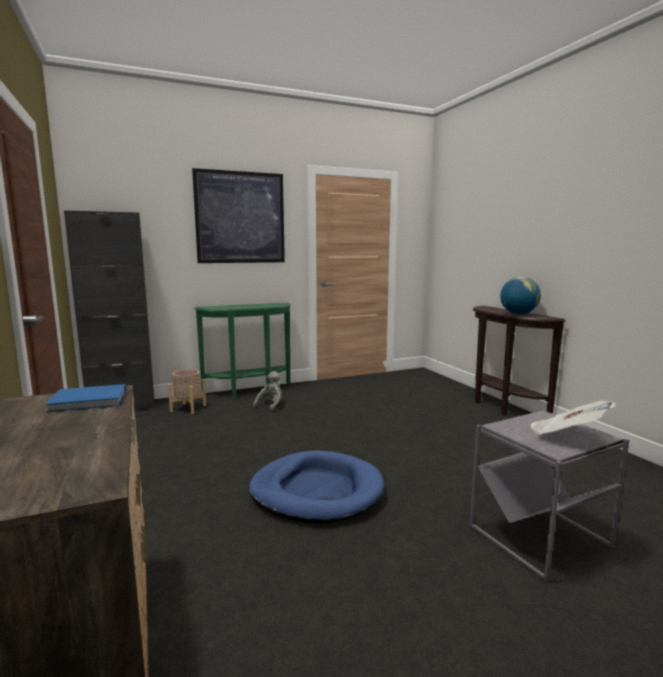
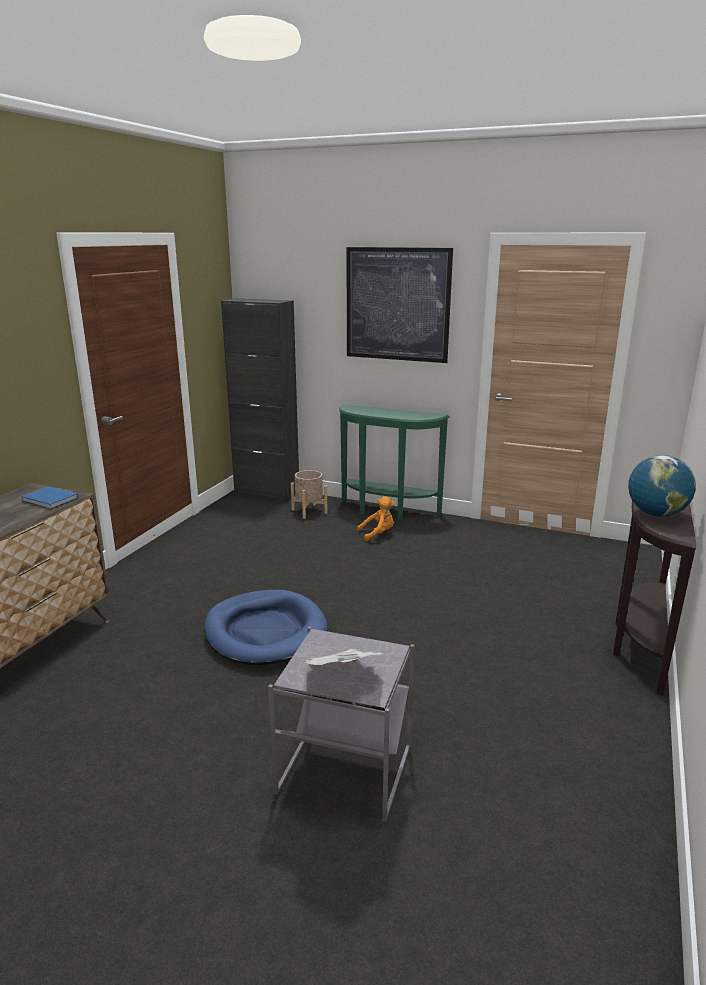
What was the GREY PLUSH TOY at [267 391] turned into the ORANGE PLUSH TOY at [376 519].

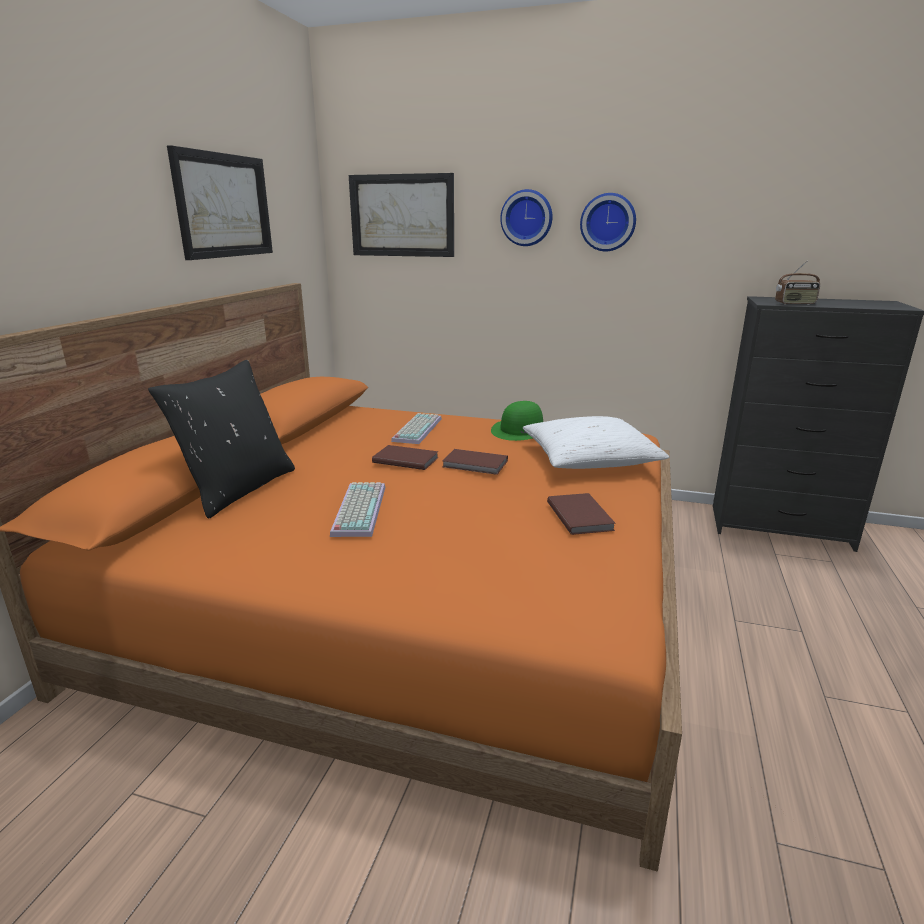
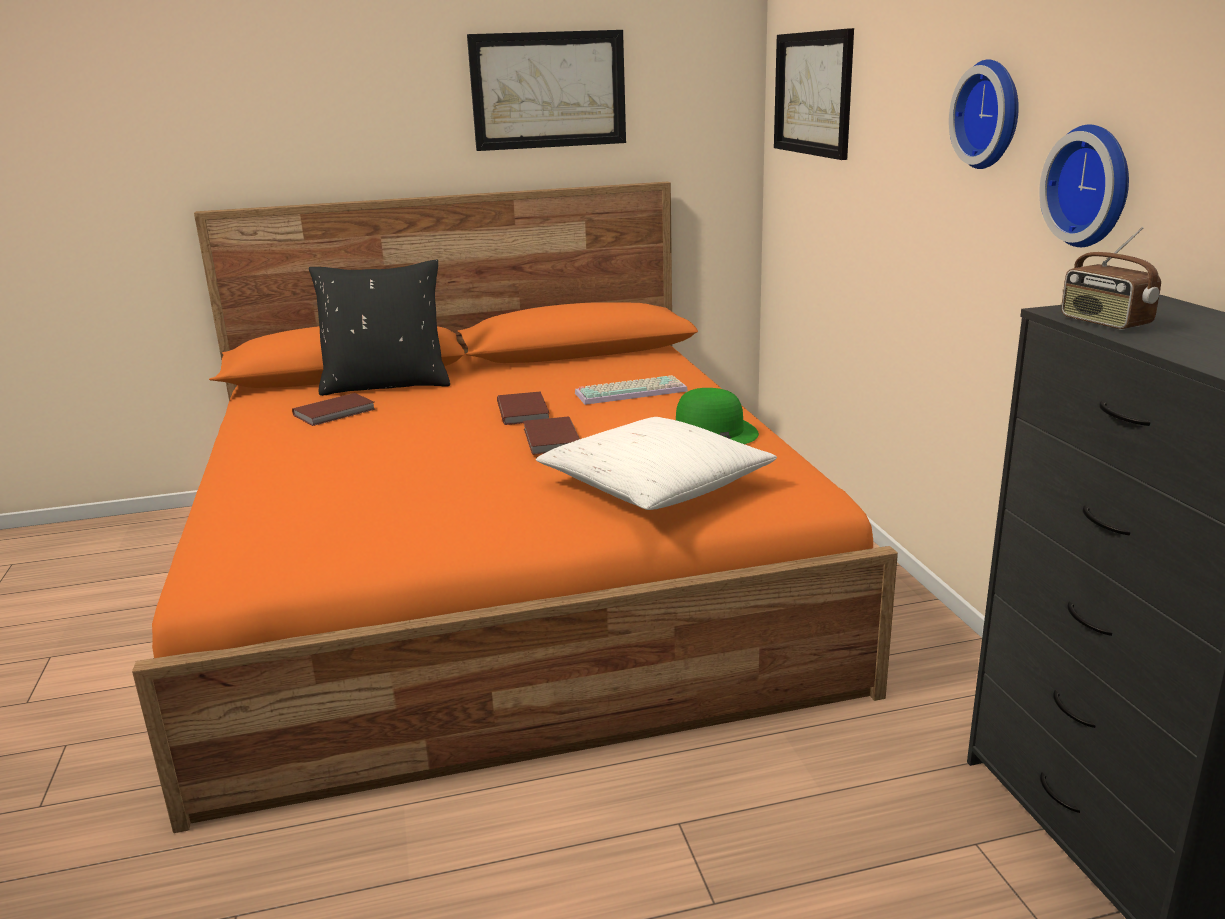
The BROWN BOOK ended up elsewhere, having gone from [581 514] to [333 409].
The WALL CLOCK ended up elsewhere, having gone from [526 217] to [1084 185].
The second view lost the KEYBOARD at [357 509].

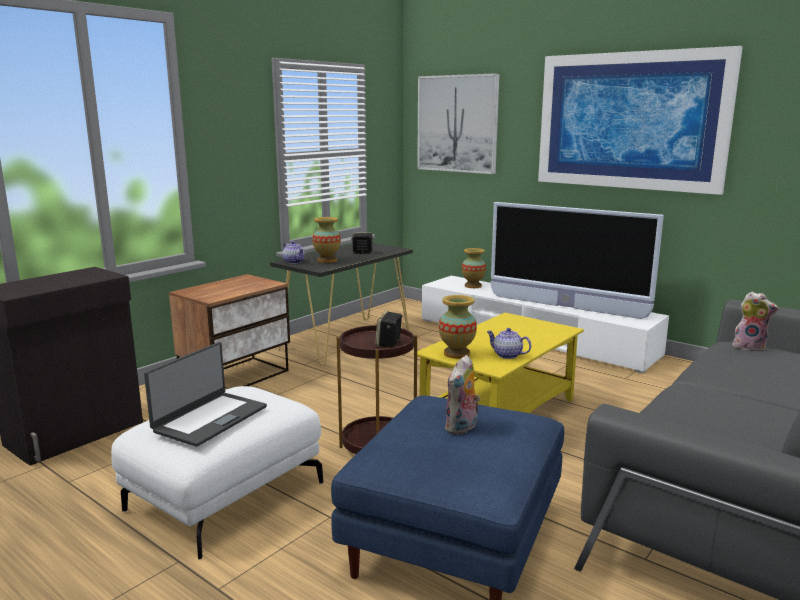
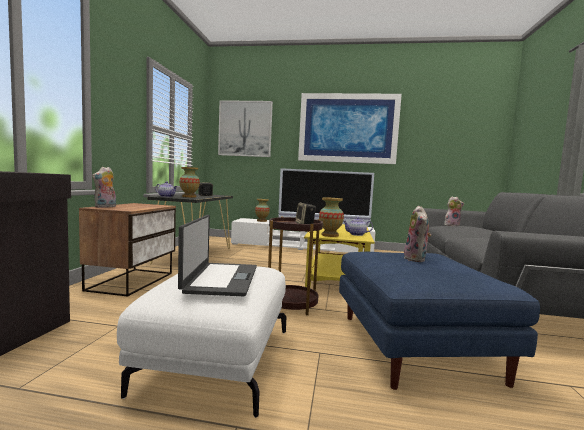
The second view gained the PLUSH TOY at [104 187].

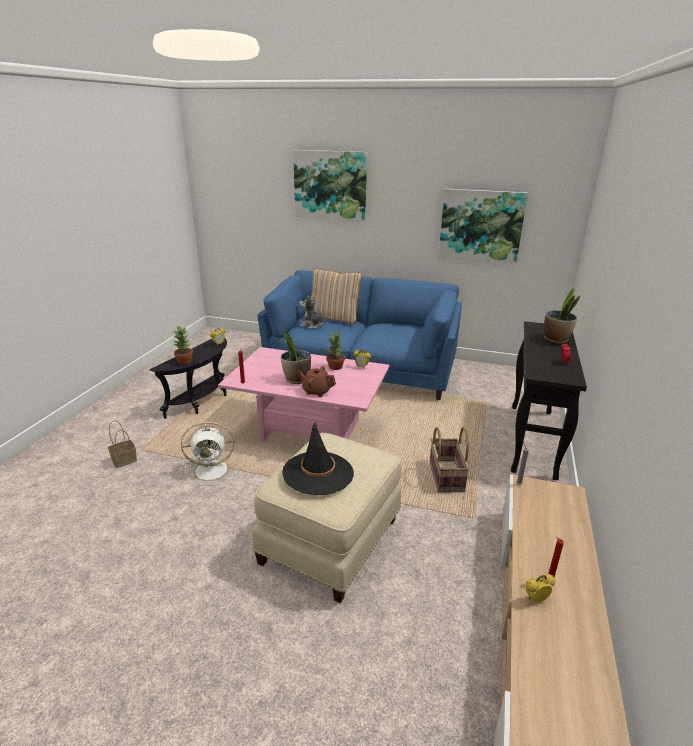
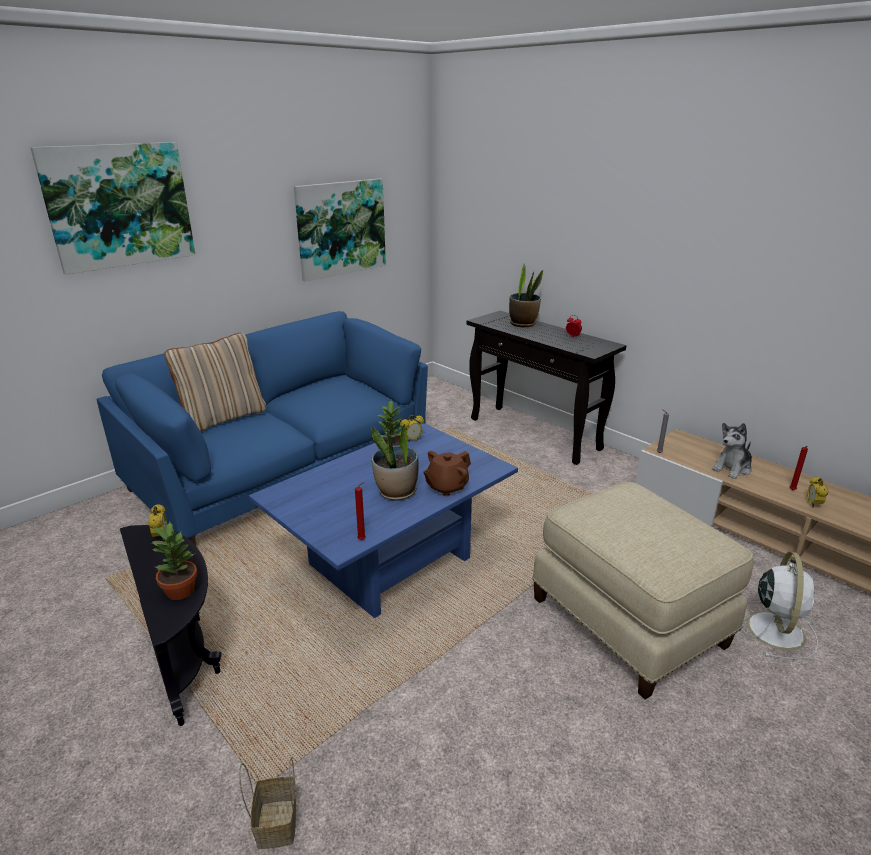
What was the PINK COFFEE TABLE at [303 394] turned into the BLUE COFFEE TABLE at [383 520].
The PLUSH TOY ended up elsewhere, having gone from [313 312] to [732 451].
The WHITE FAN ended up elsewhere, having gone from [209 453] to [779 605].
The second view lost the BLACK HAT at [318 458].
The second view lost the BASKET at [449 459].

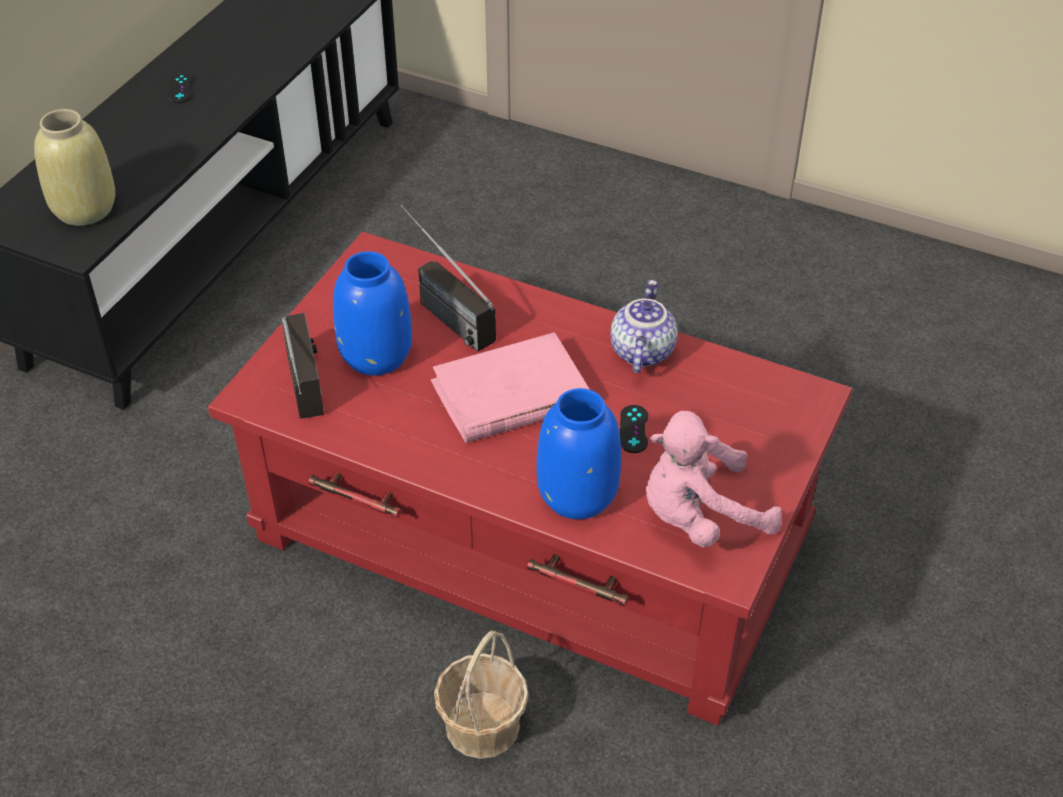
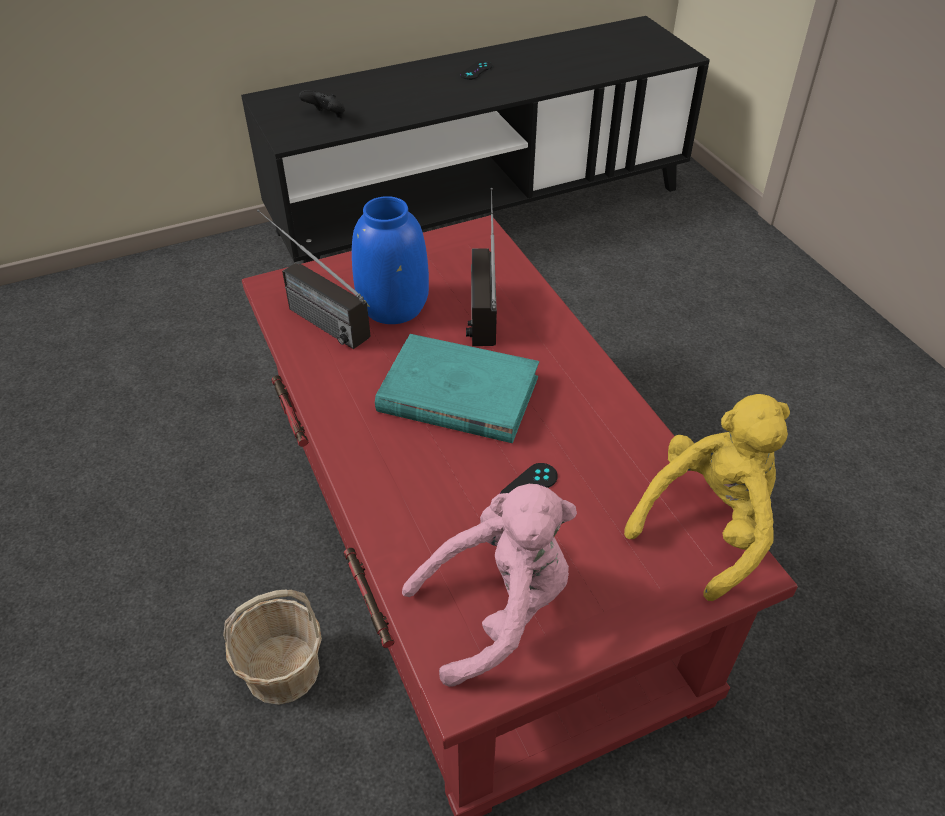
The RADIO at [302 365] ended up facing another way, 105 degrees clockwise from before.
Where the BEIGE VASE stood at [74 167], the BLACK GAME CONTROLLER came to stand at [322 104].
What was the PINK BOOK at [510 387] turned into the TURQUOISE BOOK at [457 388].
The PINK PLUSH TOY at [714 479] ended up facing another way, 135 degrees clockwise from before.
The second view gained the YELLOW PLUSH TOY at [707 497].
The second view lost the BLUE VASE at [579 453].
The second view lost the TEAPOT at [644 326].

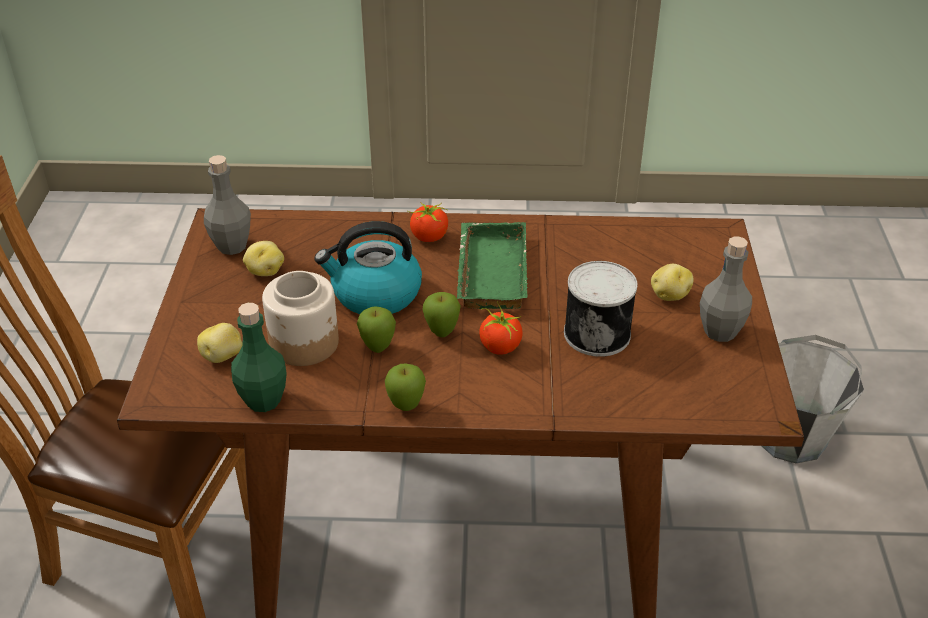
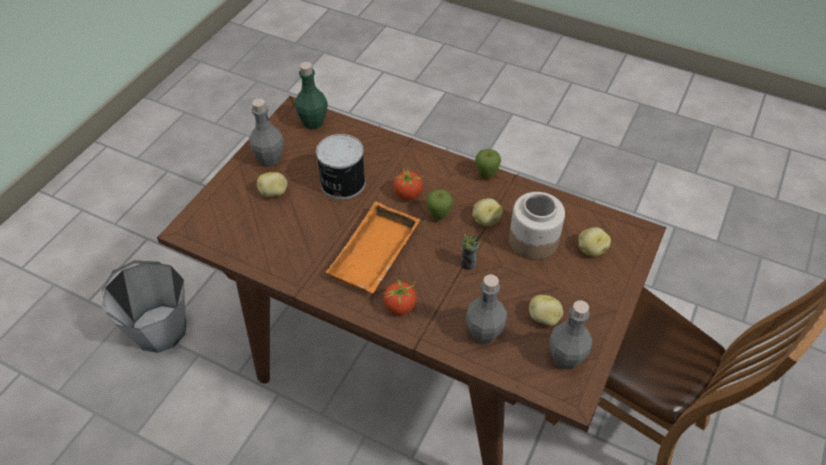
The GREEN BOTTLE ended up elsewhere, having gone from [259 357] to [311 95].
What was the GREEN TRAY at [492 265] turned into the ORANGE TRAY at [373 247].
Where the KETTLE stood at [368 267], the CUP came to stand at [470 251].
The second view gained the GREY BOTTLE at [486 309].
Where the APPLE stood at [376 329], the POTATO came to stand at [487 212].

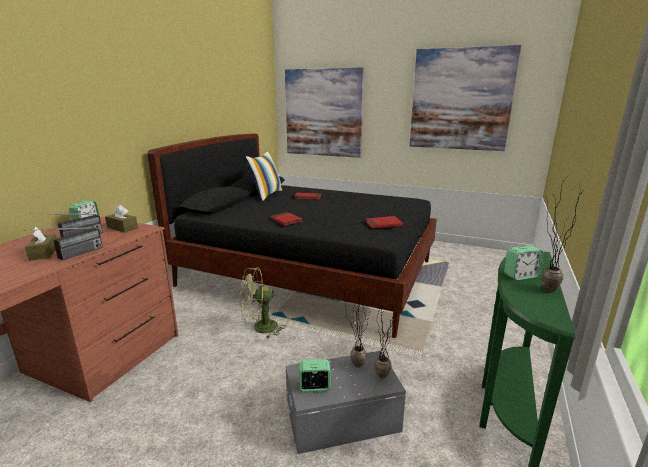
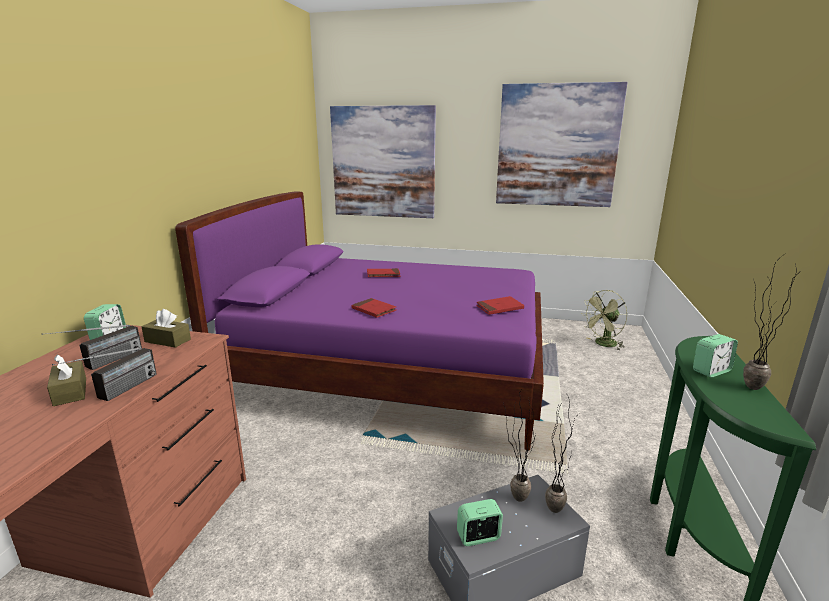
What was the BLACK BED at [292 235] turned into the PURPLE BED at [359 321].
The GREEN FAN ended up elsewhere, having gone from [263 303] to [604 320].
The second view lost the PILLOW at [264 175].

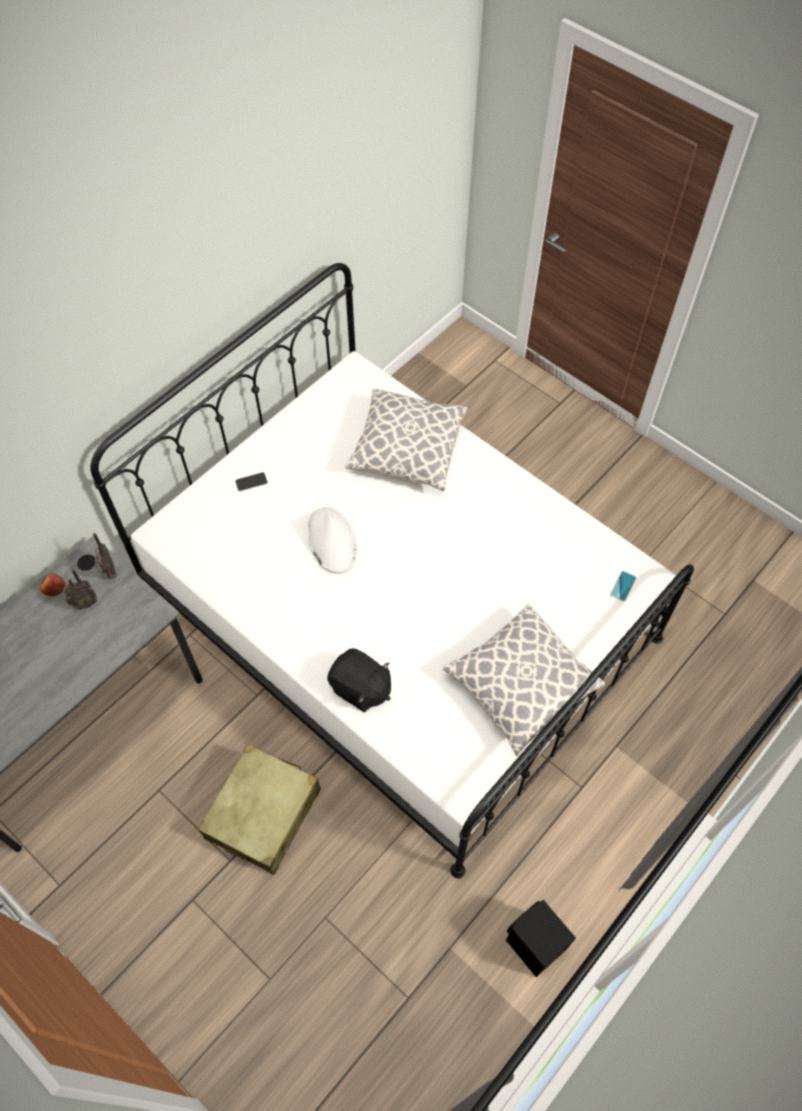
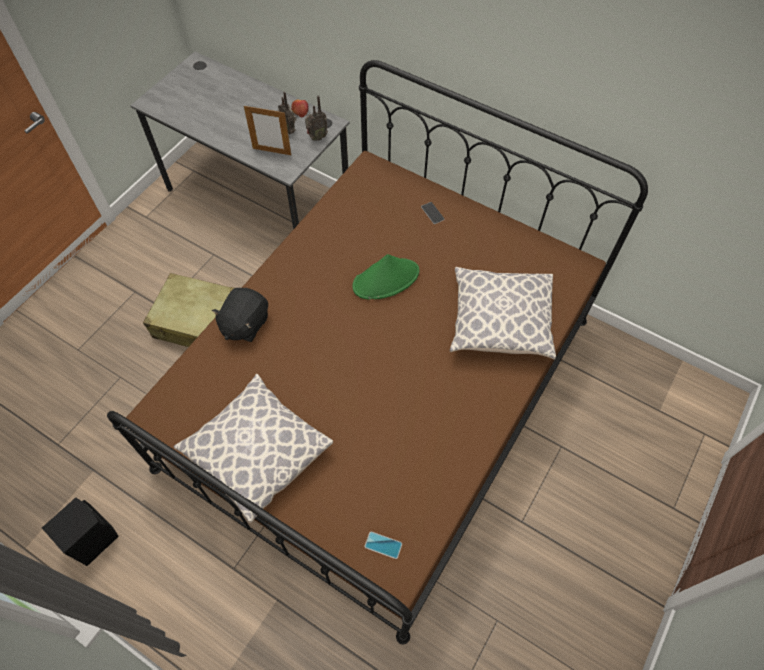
What was the WHITE BED at [392 570] turned into the BROWN BED at [377 352].
The second view gained the PICTURE FRAME at [267 130].
What was the WHITE HAT at [332 540] turned into the GREEN HAT at [385 276].

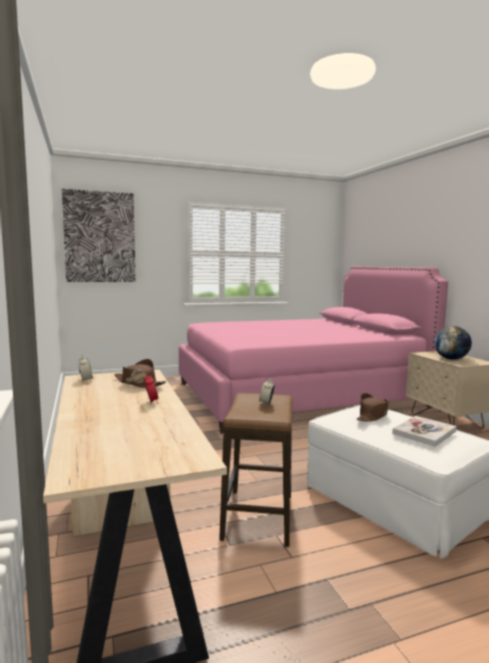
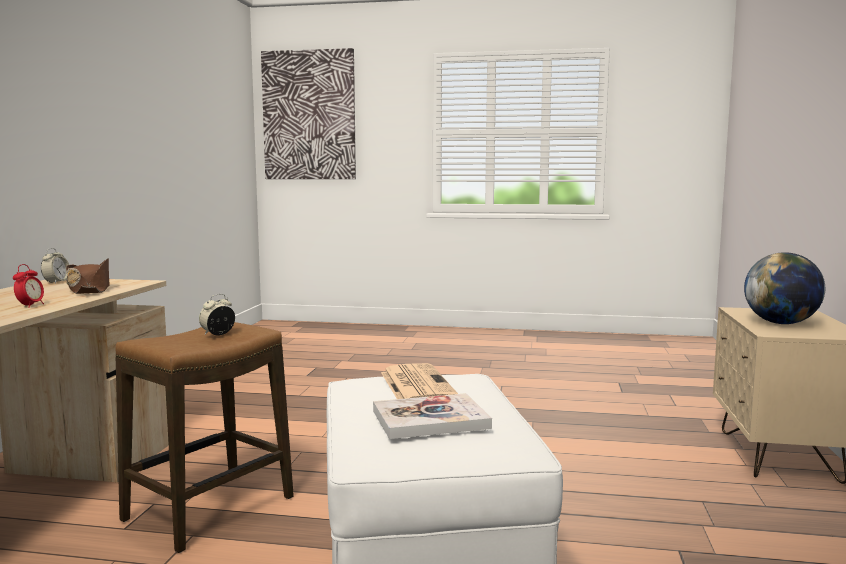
Where the BROWN HAT stood at [373 407], the NEWSPAPER came to stand at [419 381].
The second view lost the PINK BED at [313 350].

